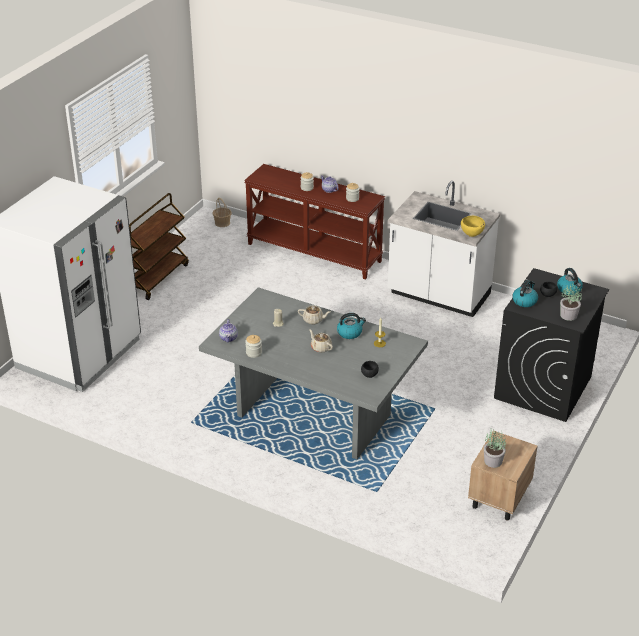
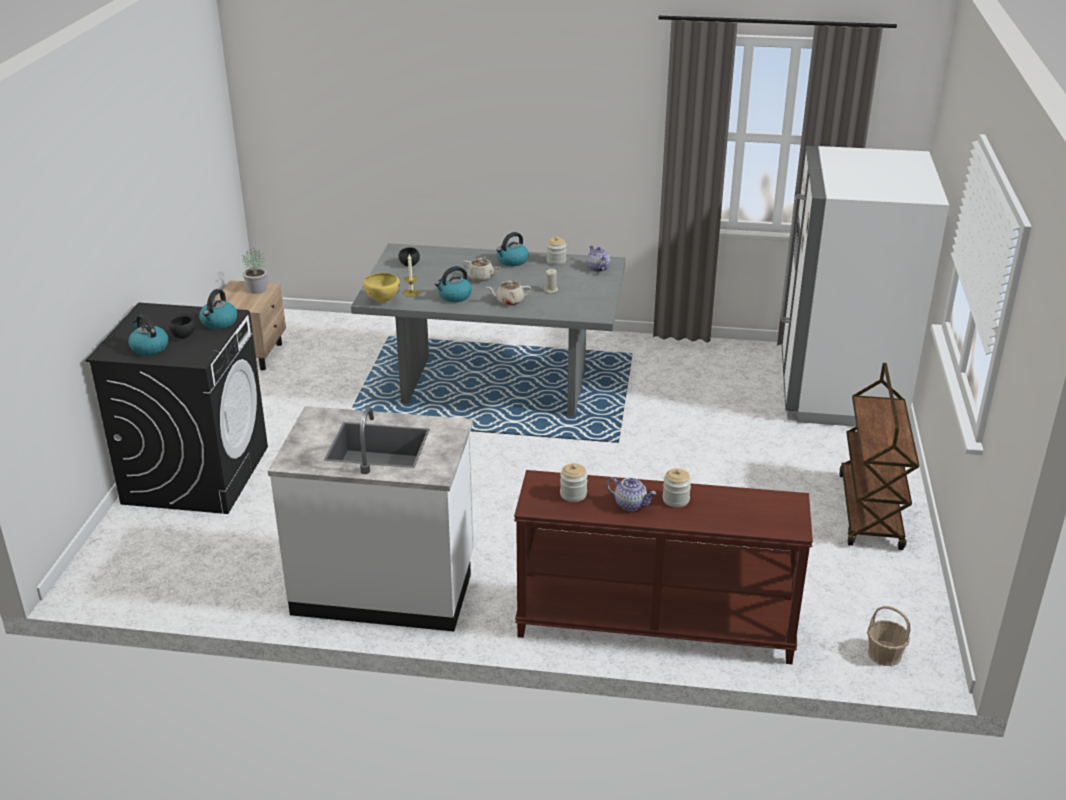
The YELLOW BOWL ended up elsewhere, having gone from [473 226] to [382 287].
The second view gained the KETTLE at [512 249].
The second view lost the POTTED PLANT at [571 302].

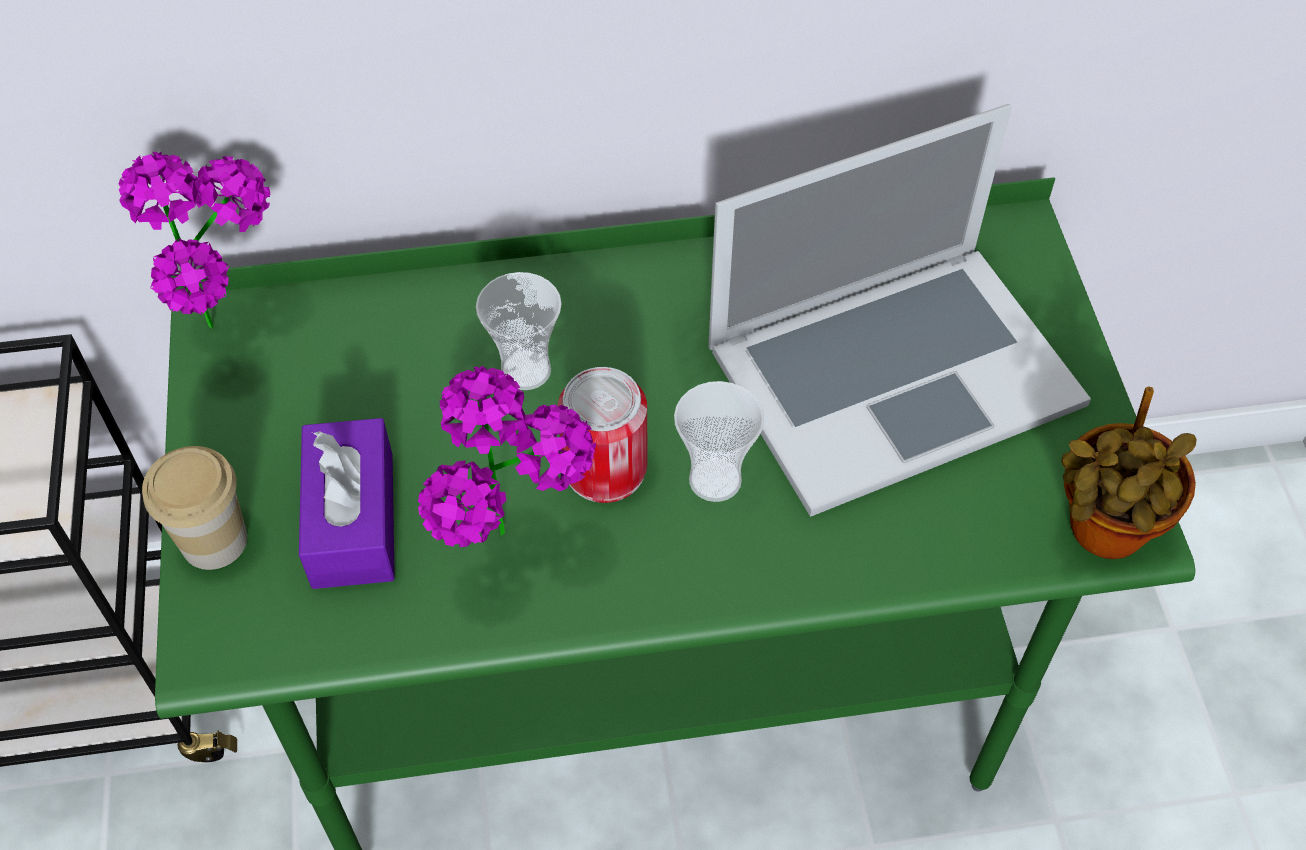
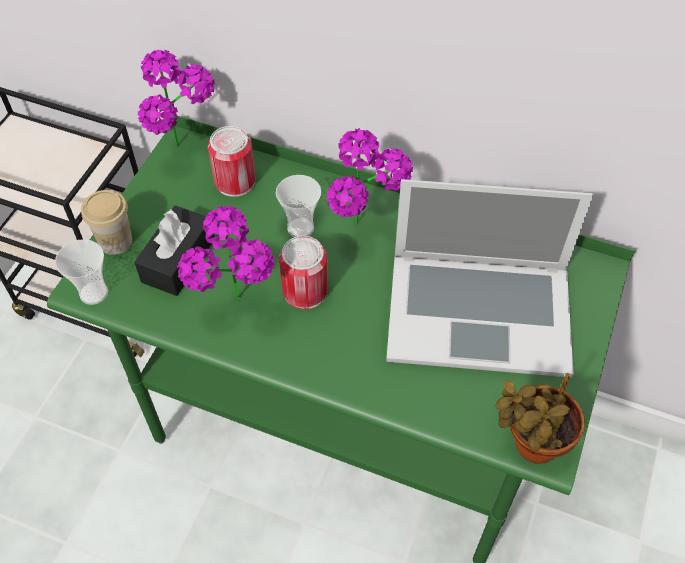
The CUP ended up elsewhere, having gone from [719 441] to [81 272].
What was the PURPLE TISSUE BOX at [347 503] turned into the BLACK TISSUE BOX at [174 250].
The second view gained the CAN at [232 161].
The second view gained the POTTED PLANT at [370 176].

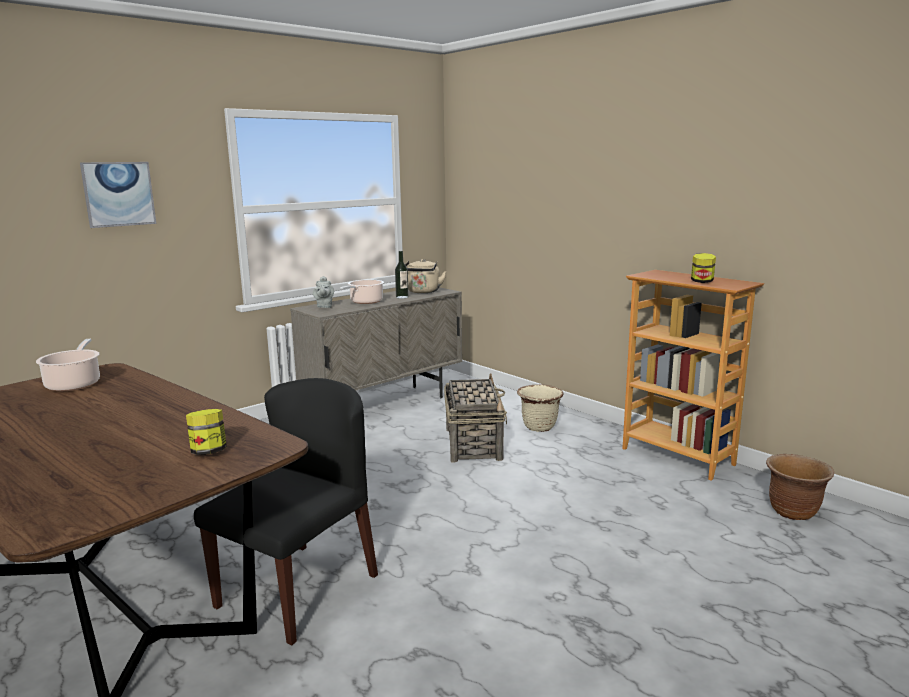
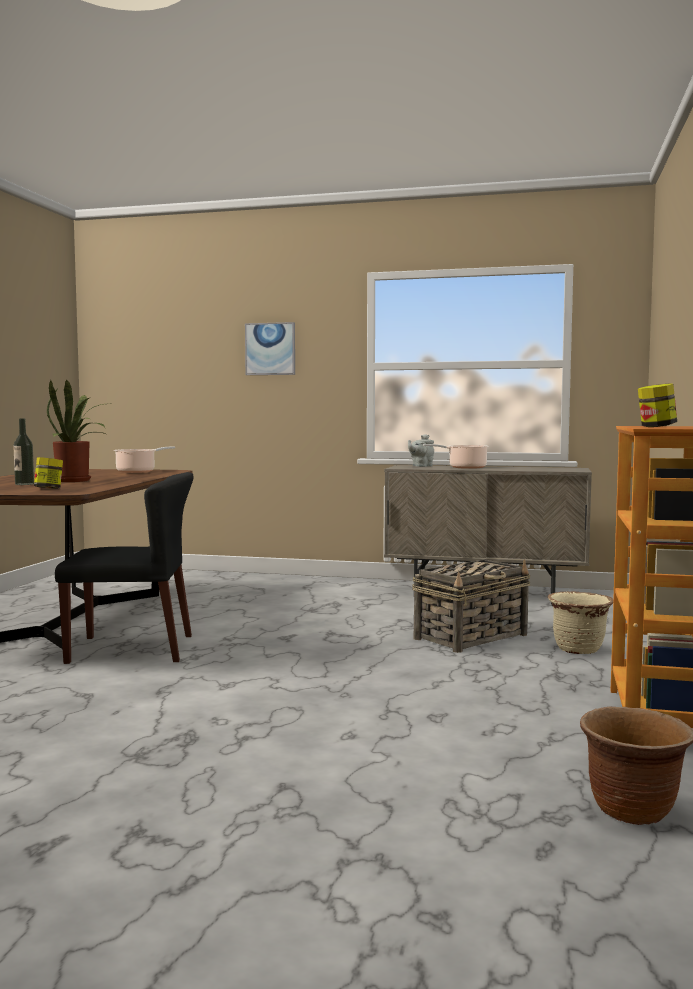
The BOTTLE ended up elsewhere, having gone from [402 275] to [23 451].
The second view gained the POTTED PLANT at [79 431].
The second view lost the BEIGE KETTLE at [426 276].

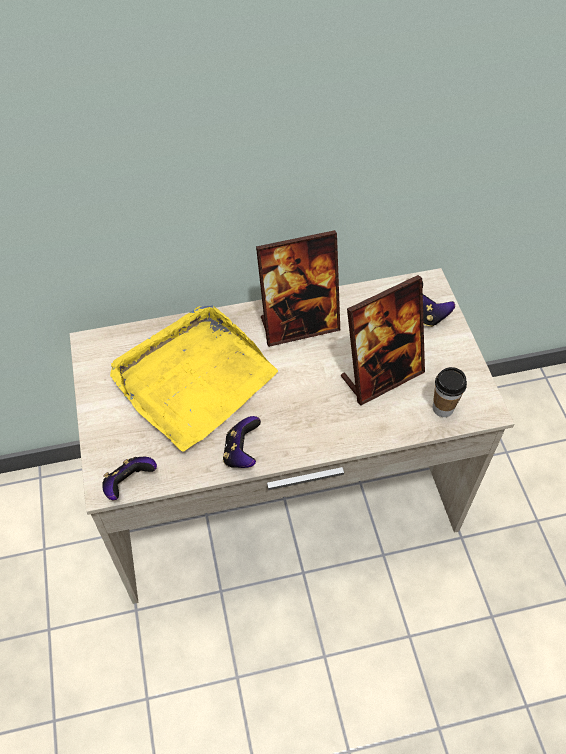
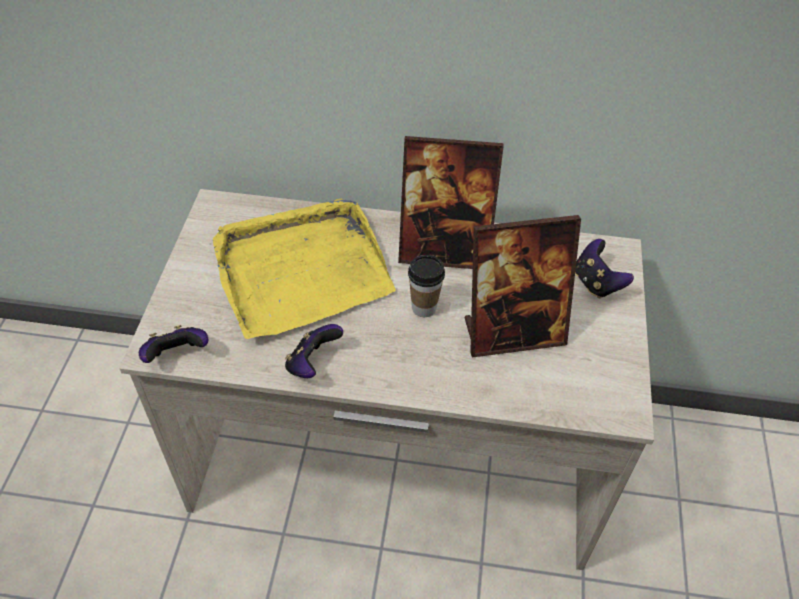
The CUP ended up elsewhere, having gone from [450 392] to [426 286].

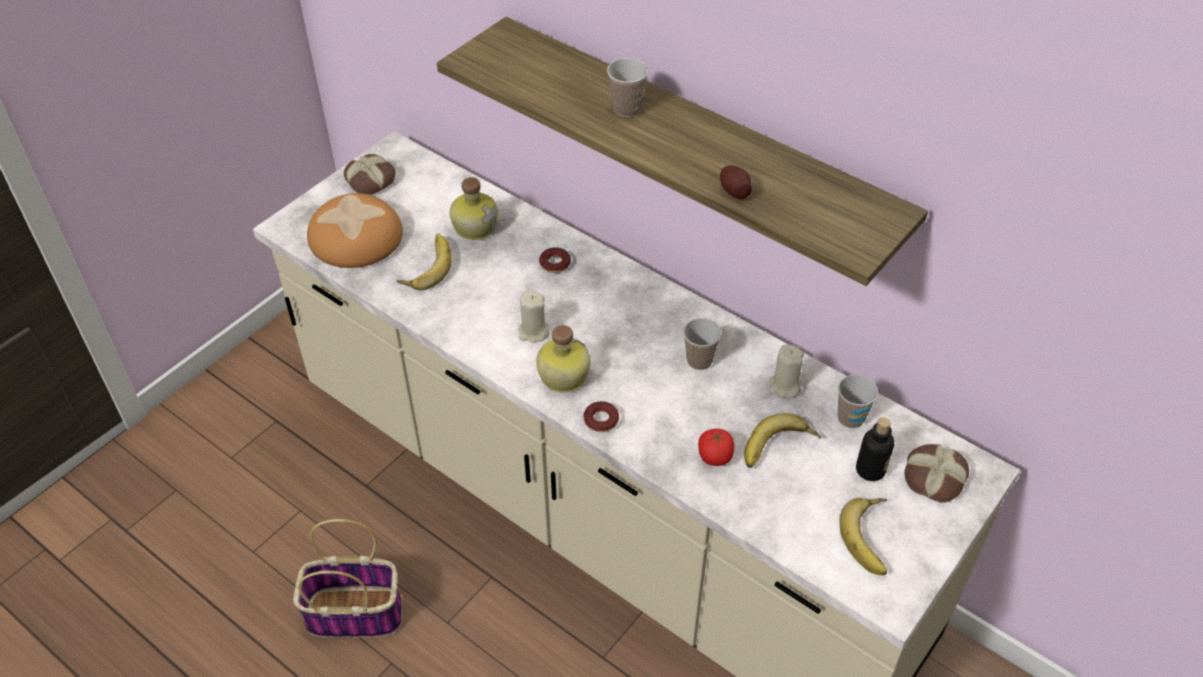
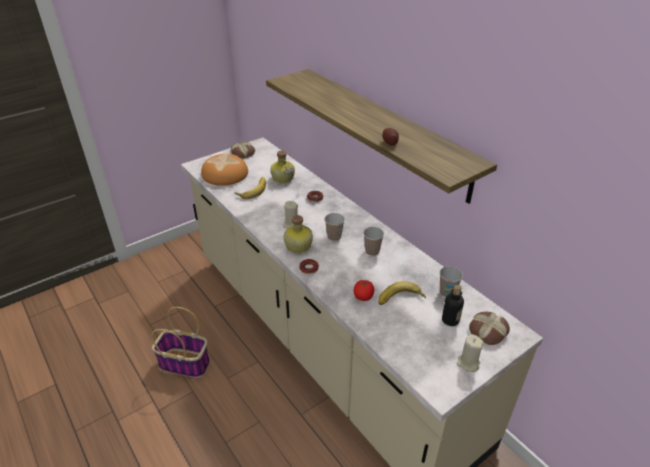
The CUP ended up elsewhere, having gone from [628 87] to [335 227].
The BEIGE CANDLE ended up elsewhere, having gone from [786 371] to [470 353].
The second view lost the BANANA at [863 536].

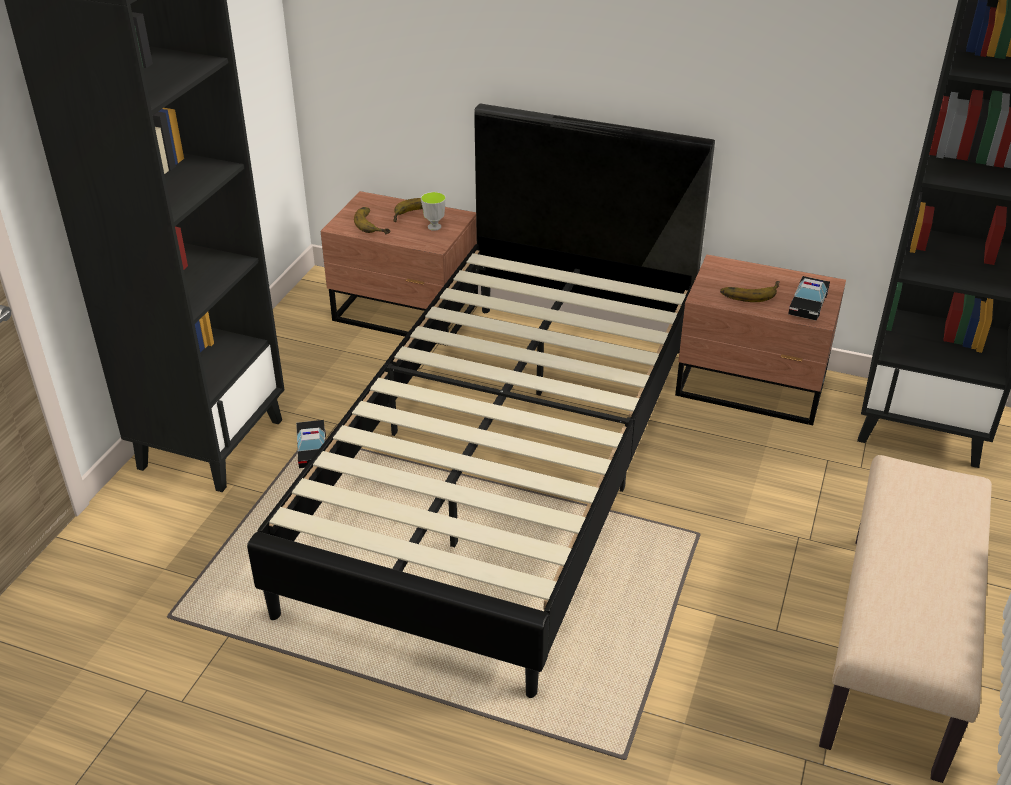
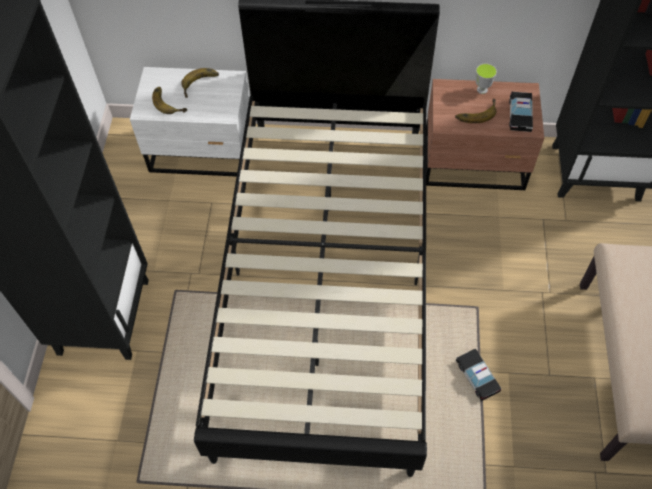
What was the BROWN NIGHTSTAND at [399 268] turned into the WHITE NIGHTSTAND at [190 122].
The TOY CAR ended up elsewhere, having gone from [311 444] to [479 374].
The CUP ended up elsewhere, having gone from [433 211] to [486 79].

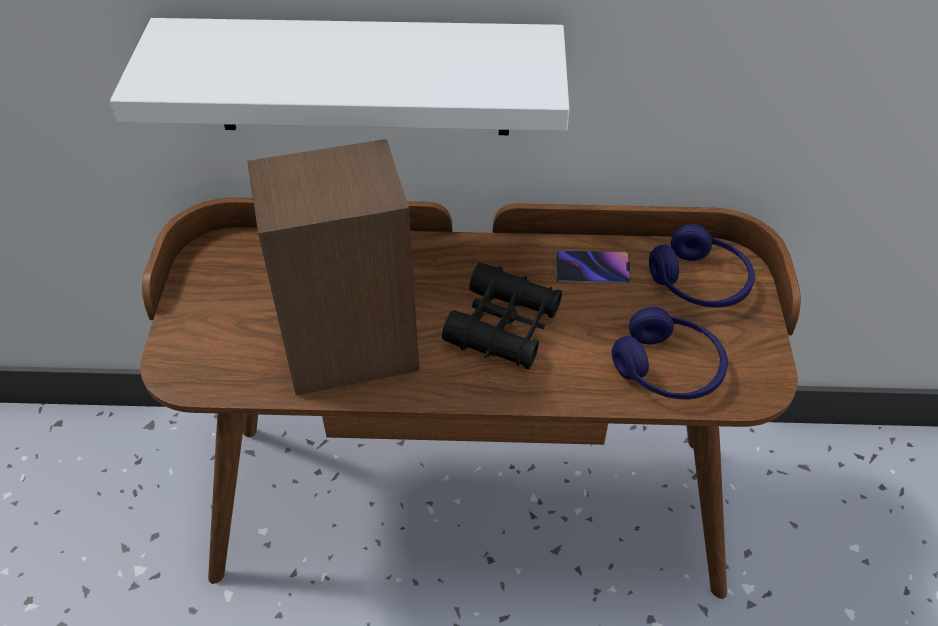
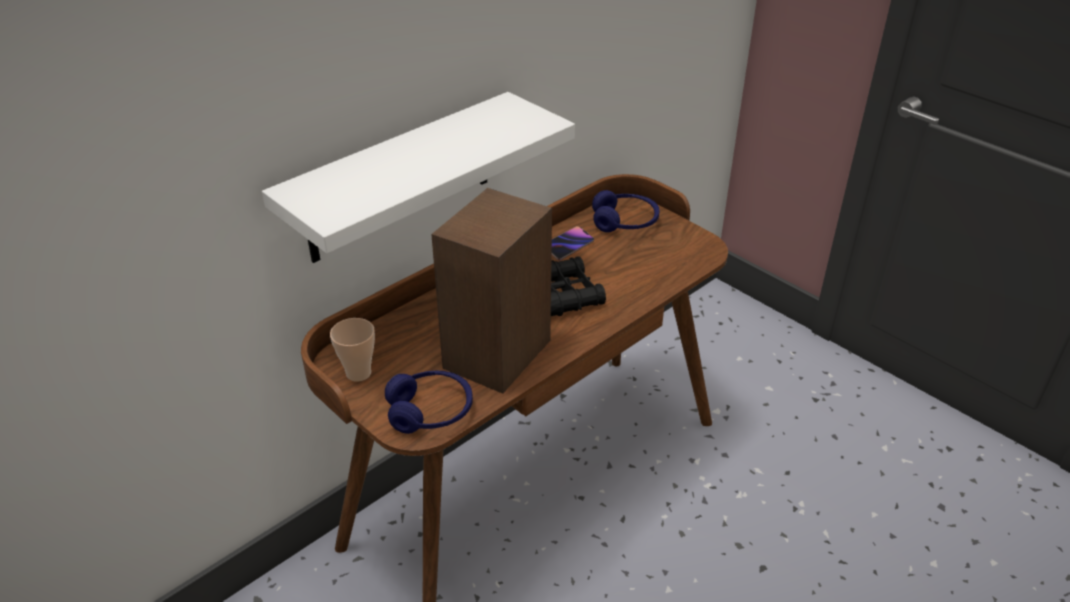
The second view gained the CUP at [352 350].
The BLUE HEADPHONES ended up elsewhere, having gone from [670 353] to [429 402].

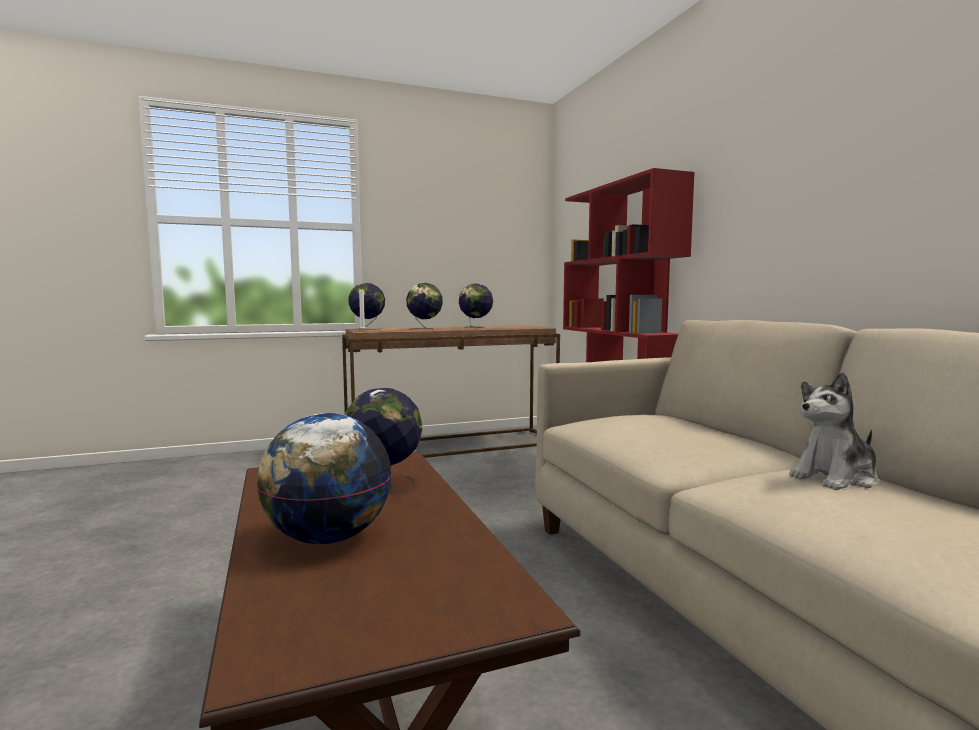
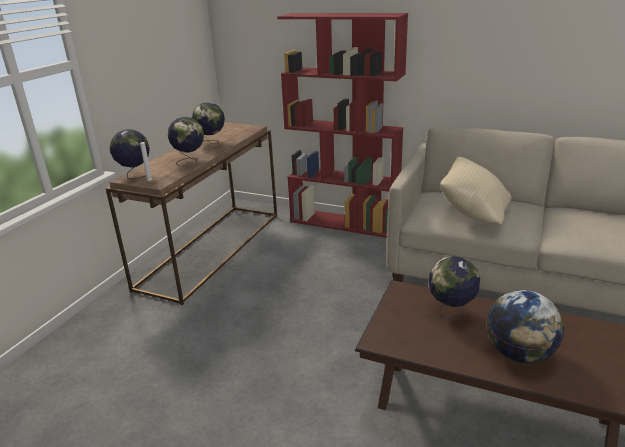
The second view gained the BEIGE PILLOW at [476 190].
The second view lost the PLUSH TOY at [833 431].

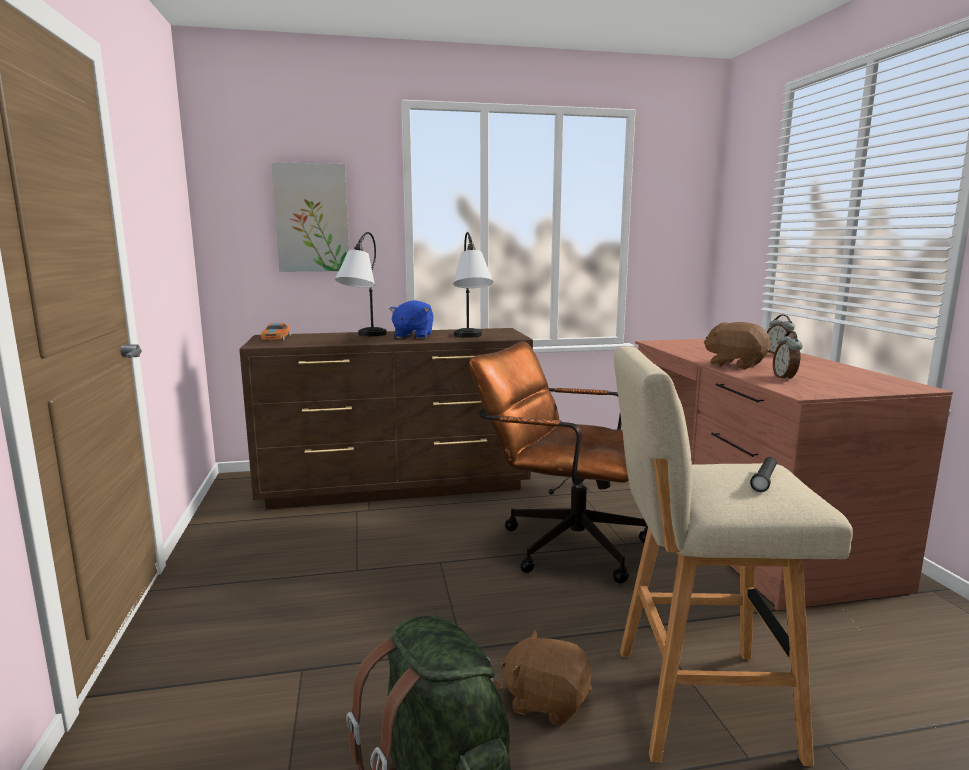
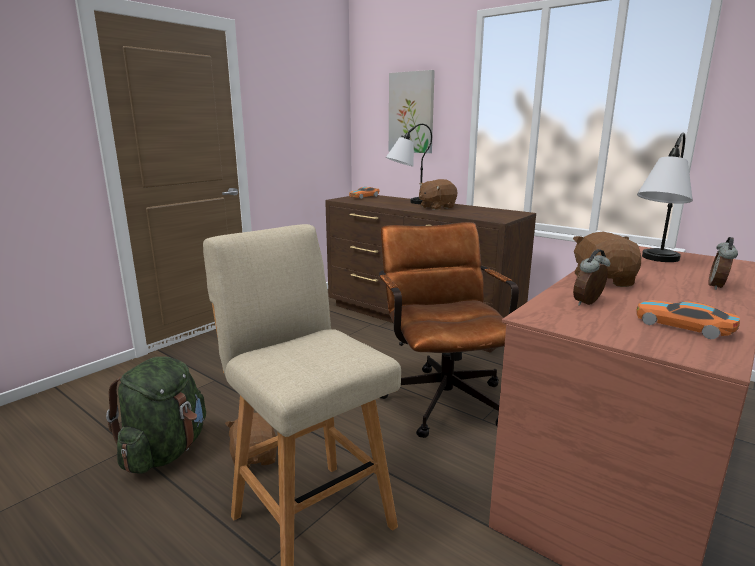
What was the BLUE PLUSH TOY at [411 319] turned into the BROWN PLUSH TOY at [438 194].
The second view gained the TOY CAR at [688 319].
The TABLE LAMP ended up elsewhere, having gone from [473 285] to [665 197].
The second view lost the BLACK FLASHLIGHT at [763 474].

